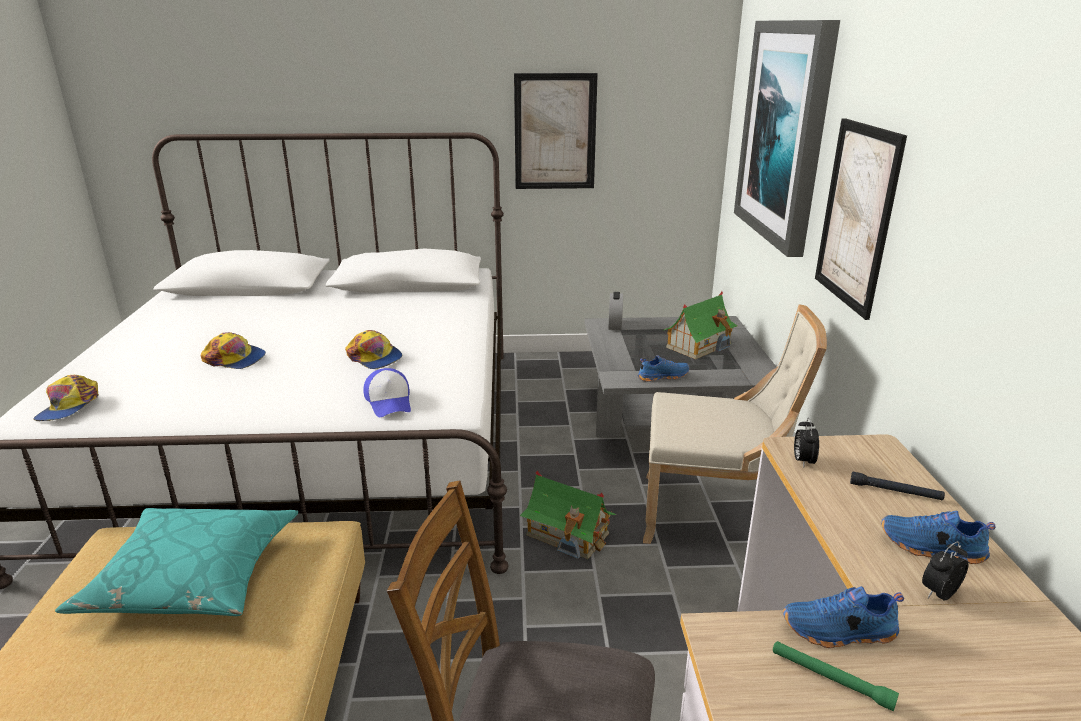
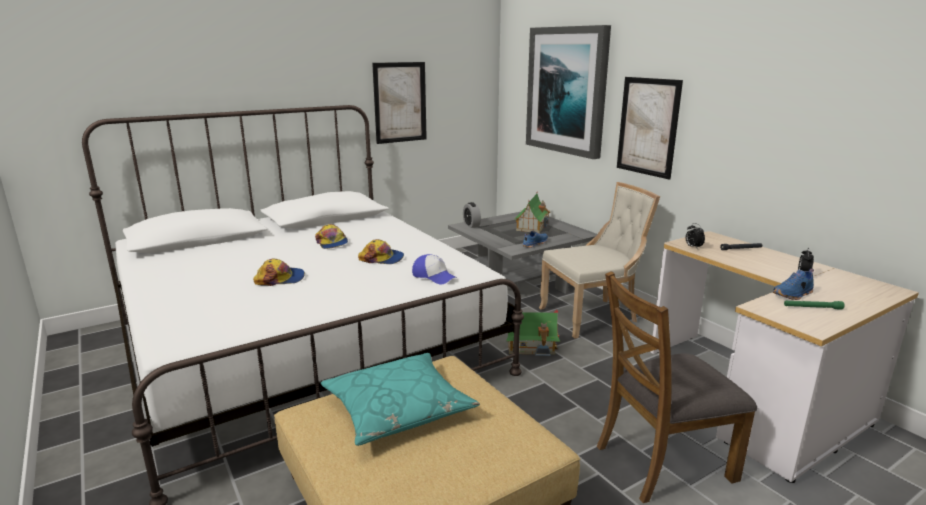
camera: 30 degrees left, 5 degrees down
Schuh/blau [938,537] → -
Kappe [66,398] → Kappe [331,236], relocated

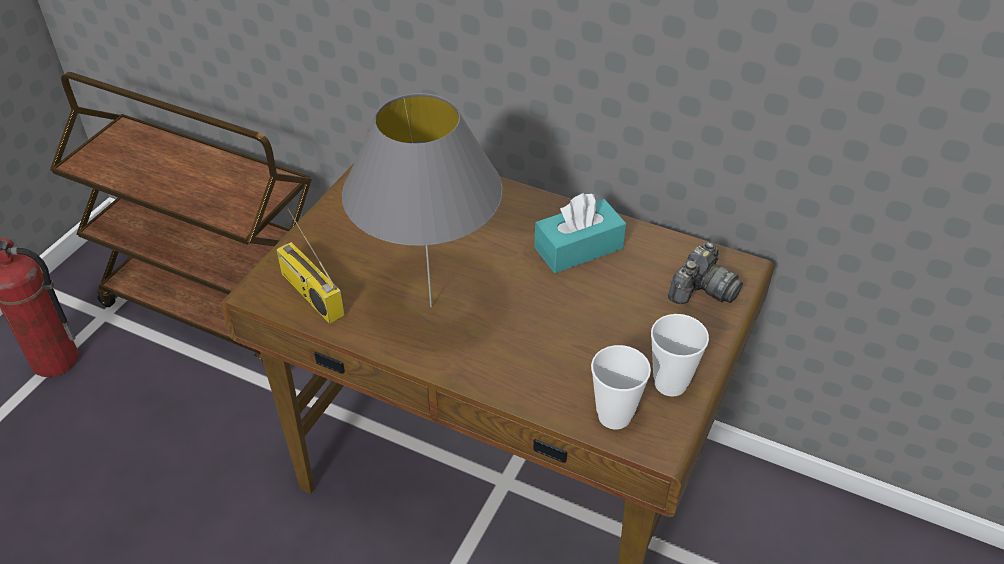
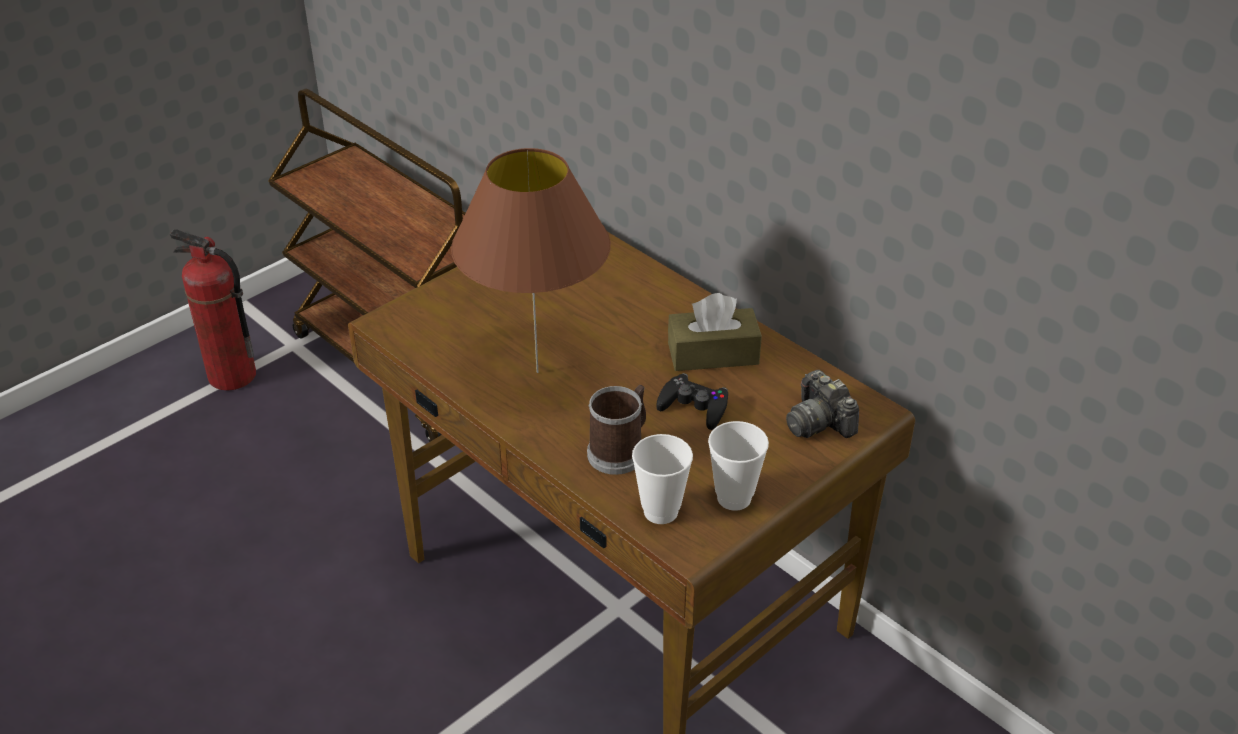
camera: 20 degrees right, 5 degrees down
Radio [310,266] → -
- → Henkelbecher [616,430]
- → Gamepad/schwarz [692,401]
Tischlampe/grau [422,200] → Tischlampe/braun [531,260]
Taschentuchbox/türkis [580,233] → Taschentuchbox/braun [715,332]
Kamera [705,273] → Kamera [822,404], 90 degrees clockwise

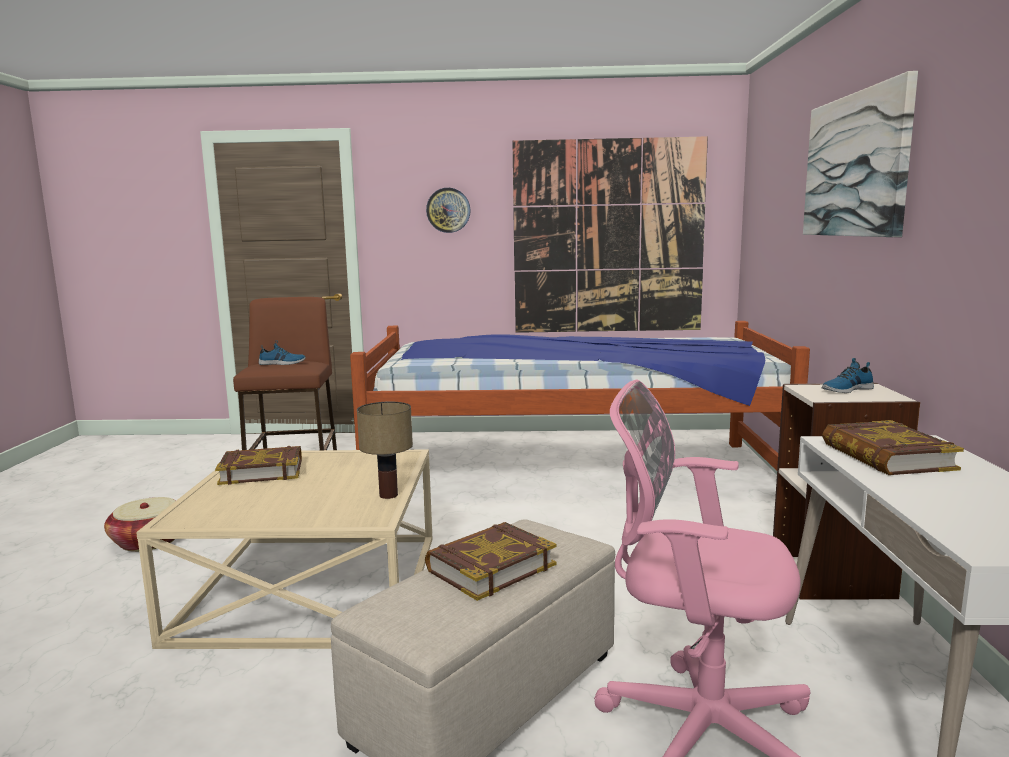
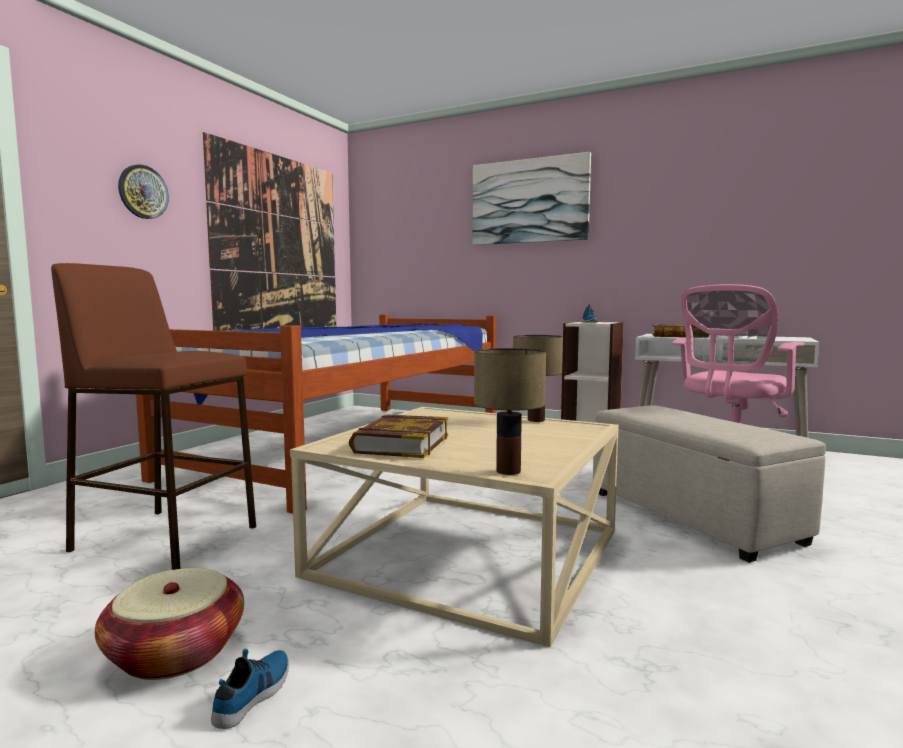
camera: 65 degrees left, 5 degrees down
Buch [490,561] → -
- → Tischlampe [510,411]
Schuh [282,352] → Schuh [250,689], relocated

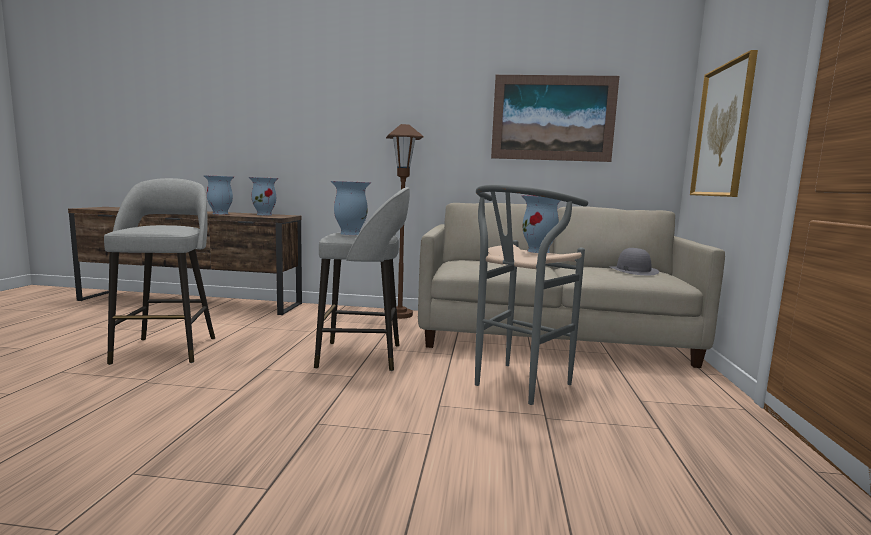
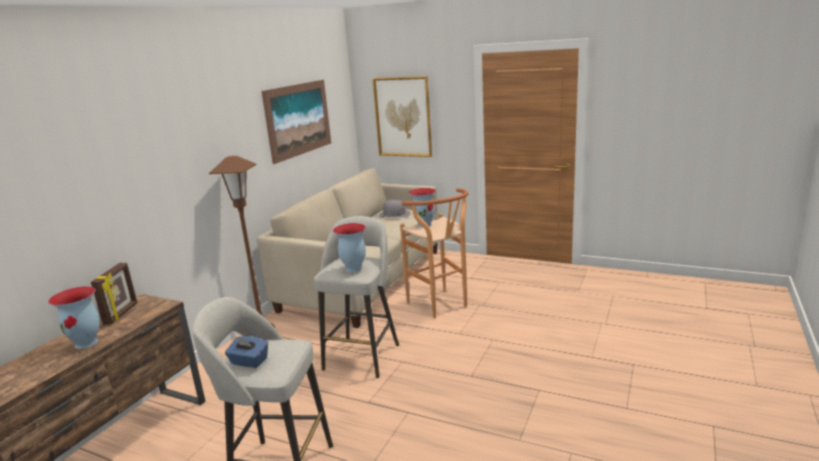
camera: 70 degrees left, 10 degrees up
- → Taschentuchbox/blau [246,352]
Vase [263,196] → Bilderrahmen [114,294]
Hocker/grau [531,295] → Hocker/braun [434,253]

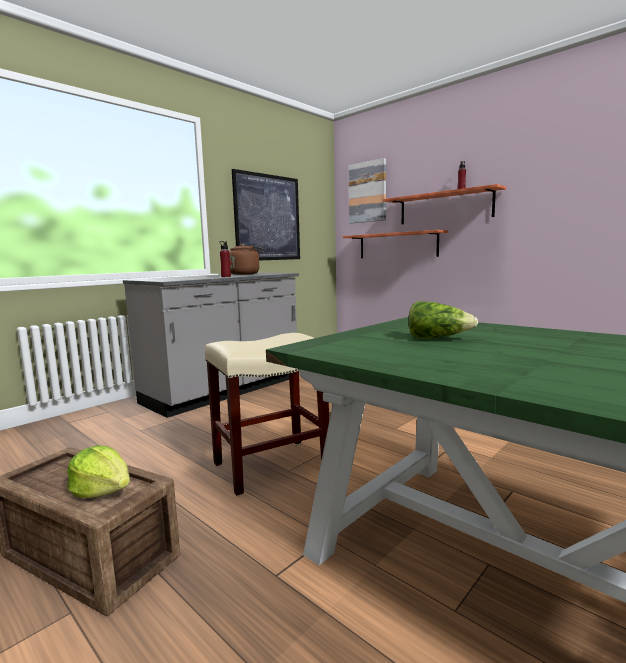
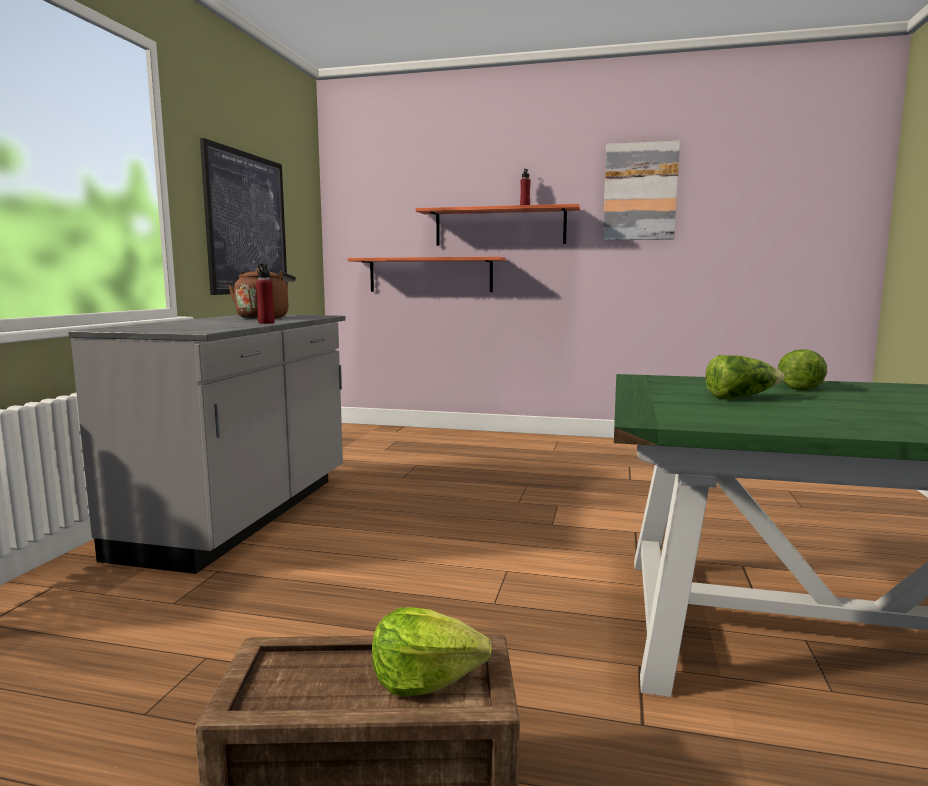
camera: 30 degrees left, 0 degrees up
Hocker/beige [267,414] → -
- → Salatkopf [802,369]
Bild [367,191] → Bild [641,190], relocated

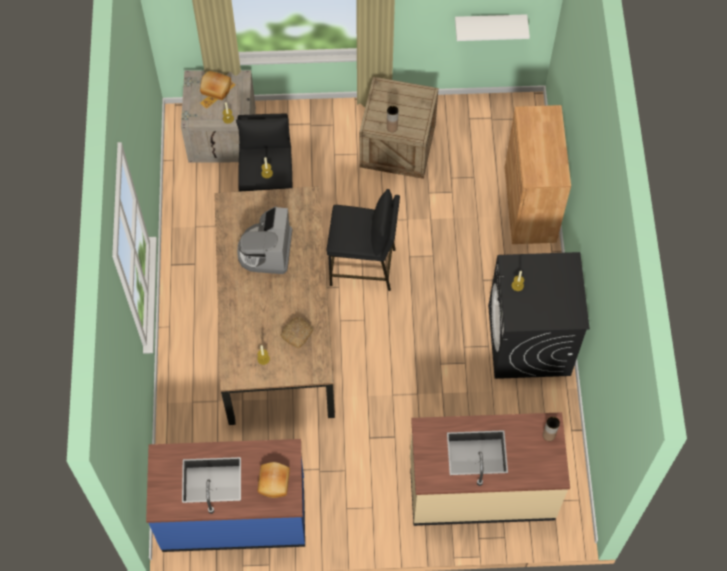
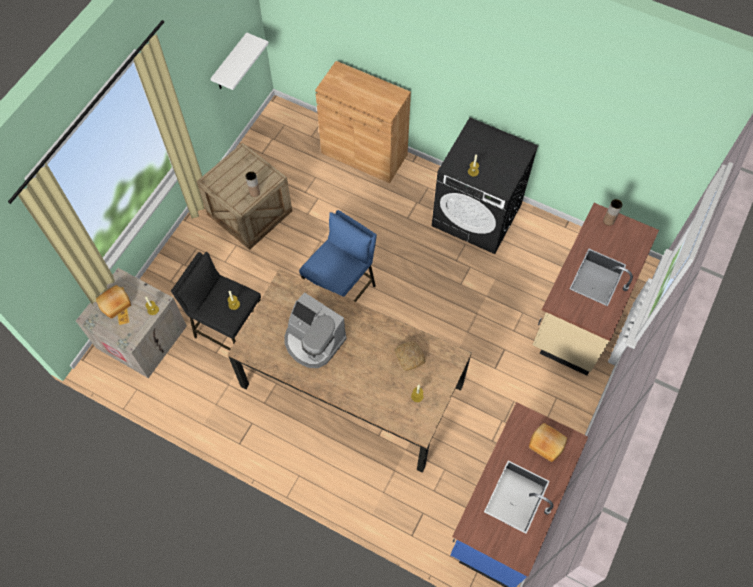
camera: 60 degrees left, 0 degrees up
Hocker/schwarz [363,240] → Hocker/blau [338,256]

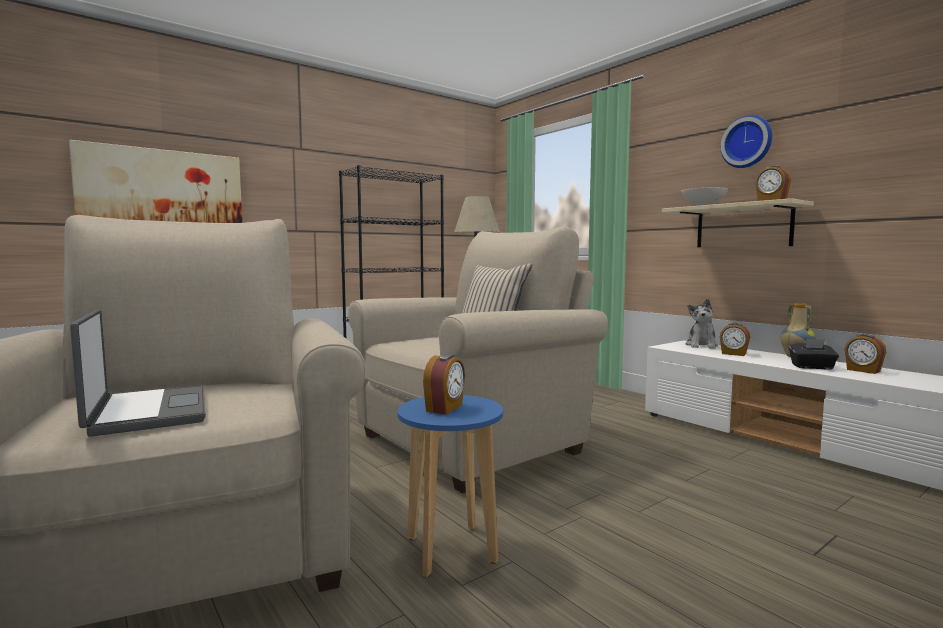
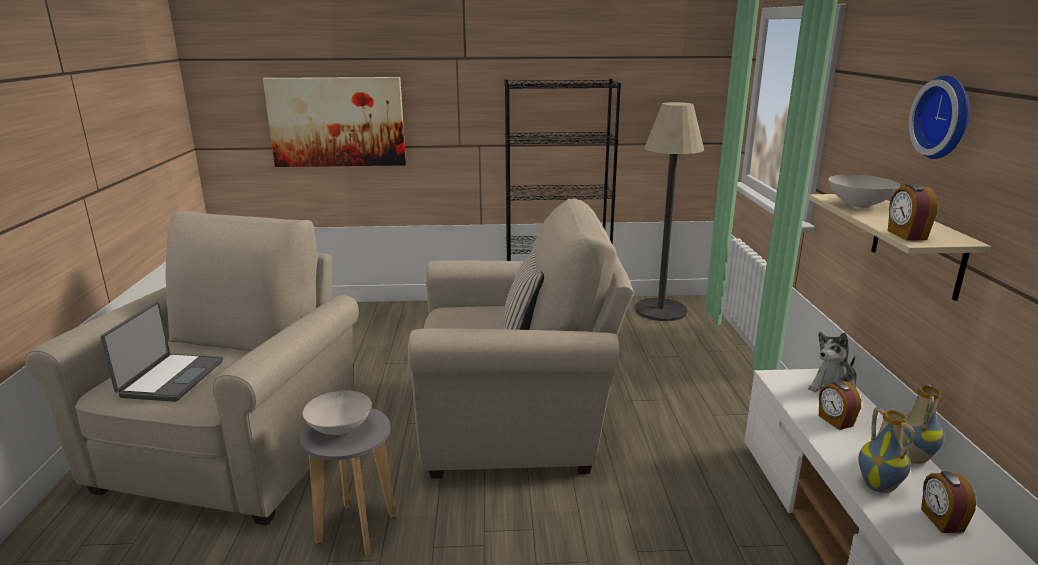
camera: 35 degrees right, 15 degrees up
Wecker [444,384] → Schüssel/weiß [337,412]
Taschentuchbox/schwarz [814,354] → Vase [886,450]
Hocker/blau [450,486] → Hocker/grau [348,482]

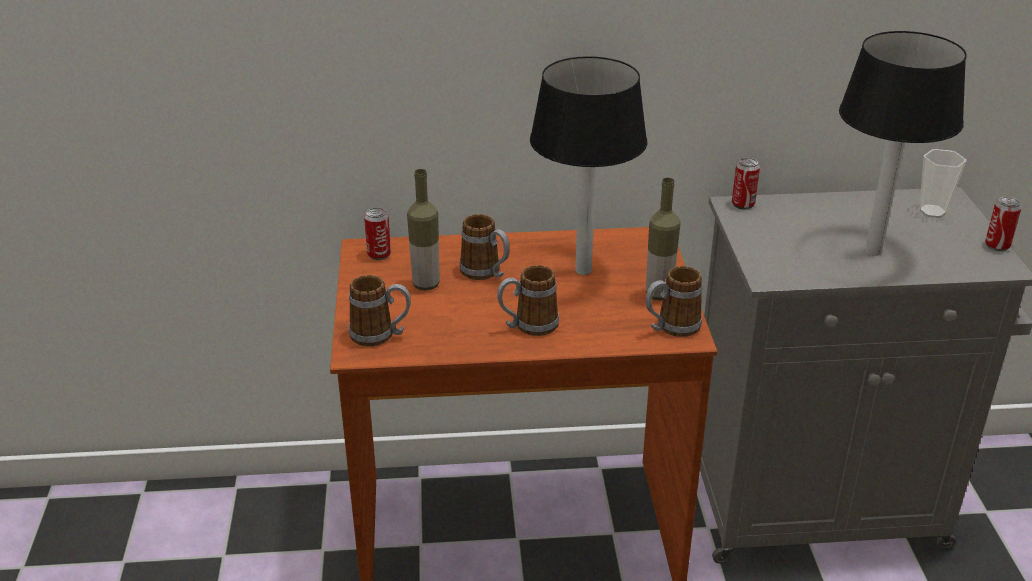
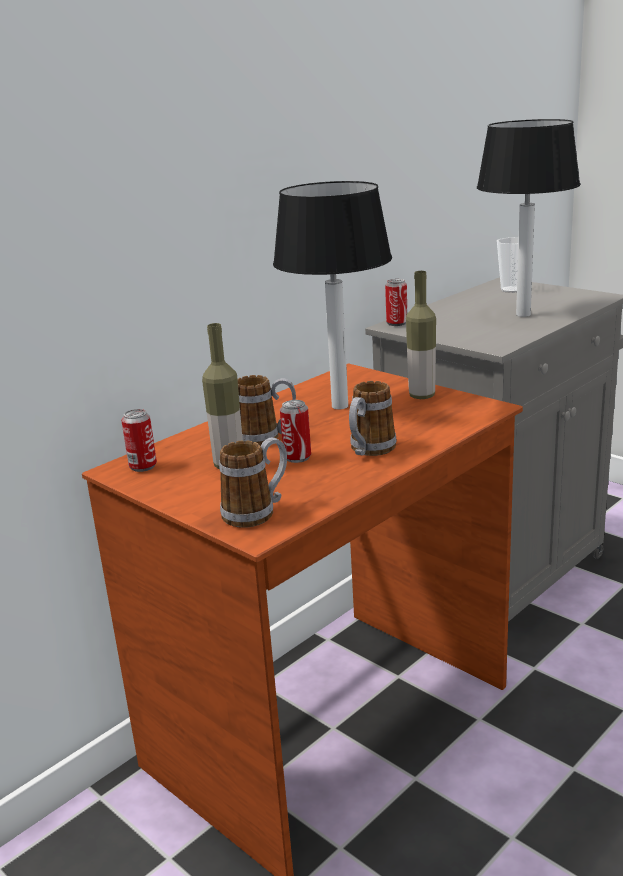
camera: 40 degrees left, 10 degrees down
Henkelbecher [674,301] → -
Dose [1003,224] → Dose [295,431], relocated

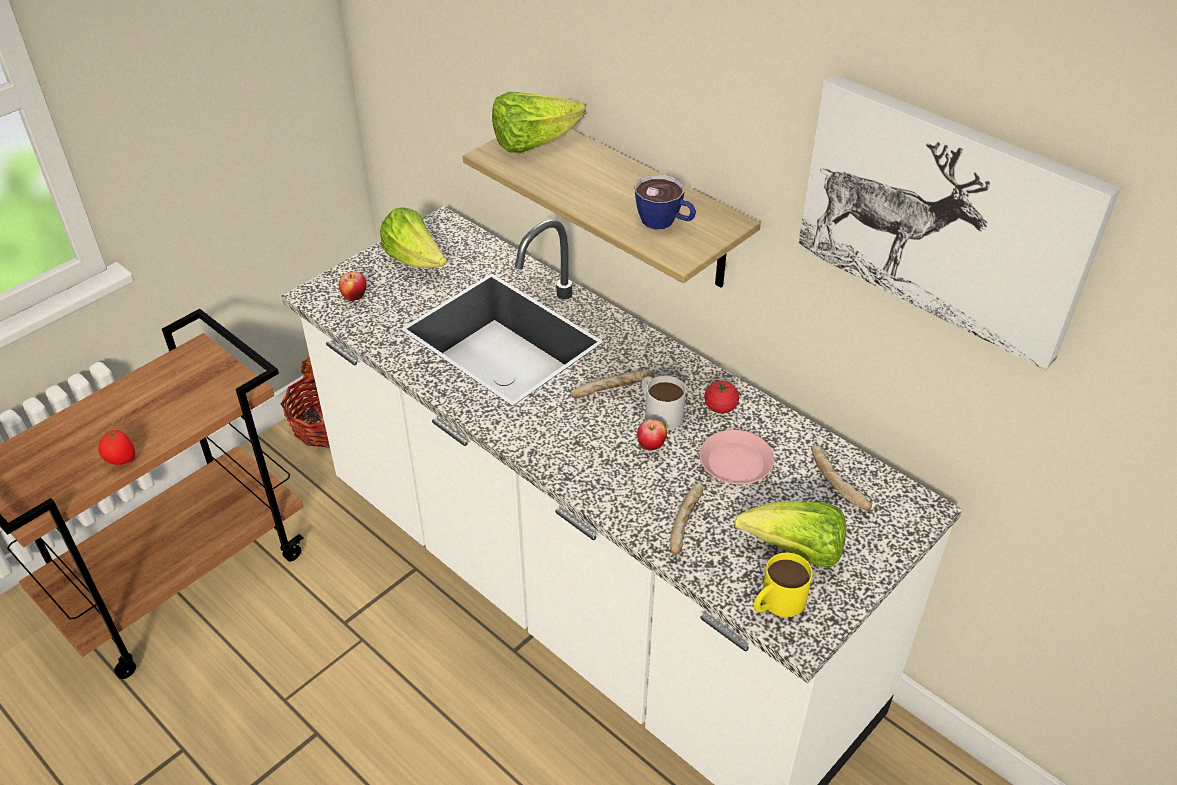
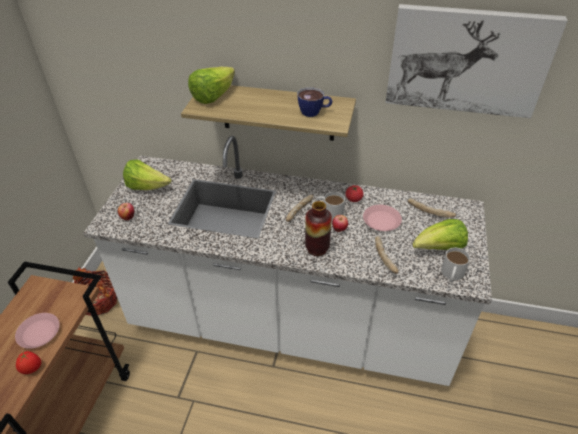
camera: 30 degrees left, 0 degrees up
- → Teller/rosa [37,331]
- → Vase [318,228]
Henkelbecher/gelb [783,585] → Henkelbecher/weiß [455,265]

